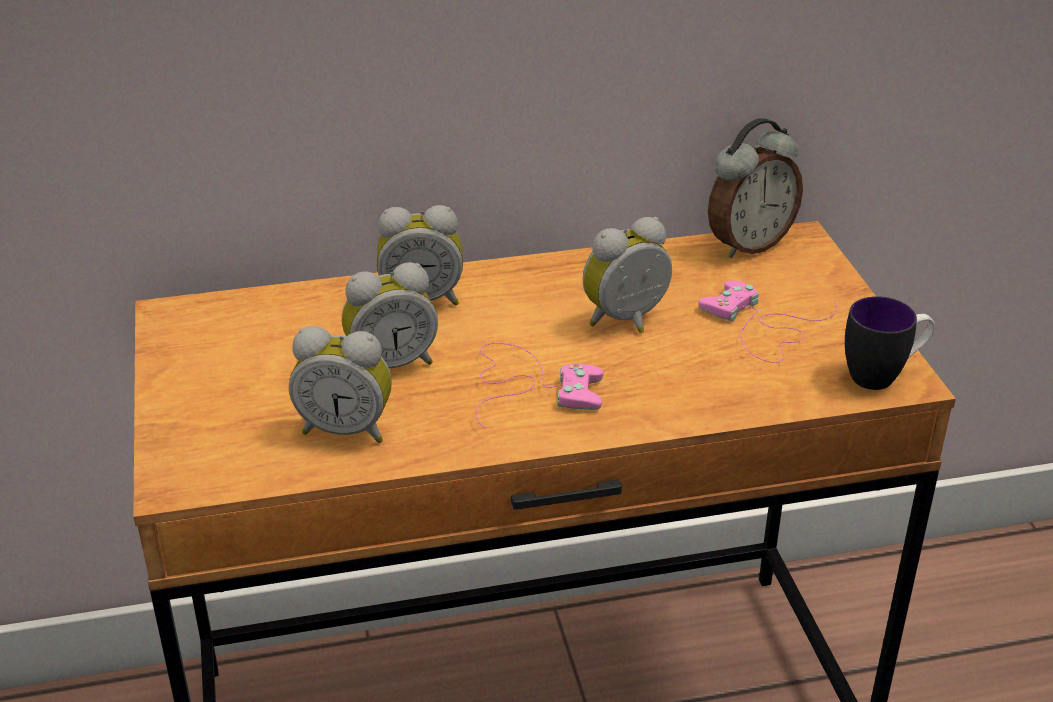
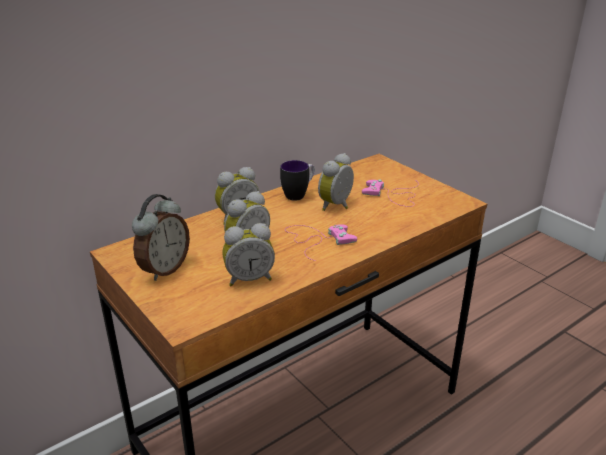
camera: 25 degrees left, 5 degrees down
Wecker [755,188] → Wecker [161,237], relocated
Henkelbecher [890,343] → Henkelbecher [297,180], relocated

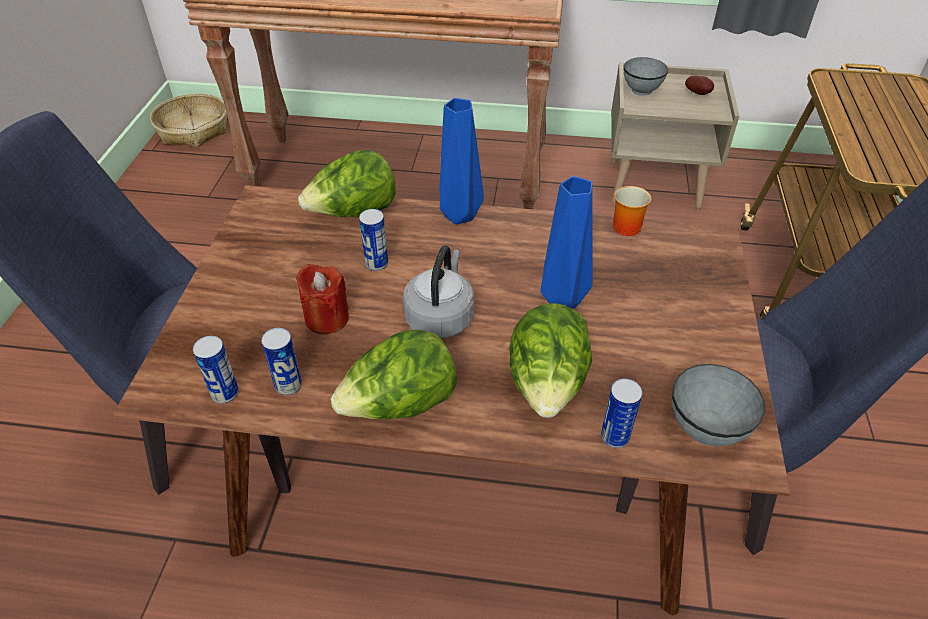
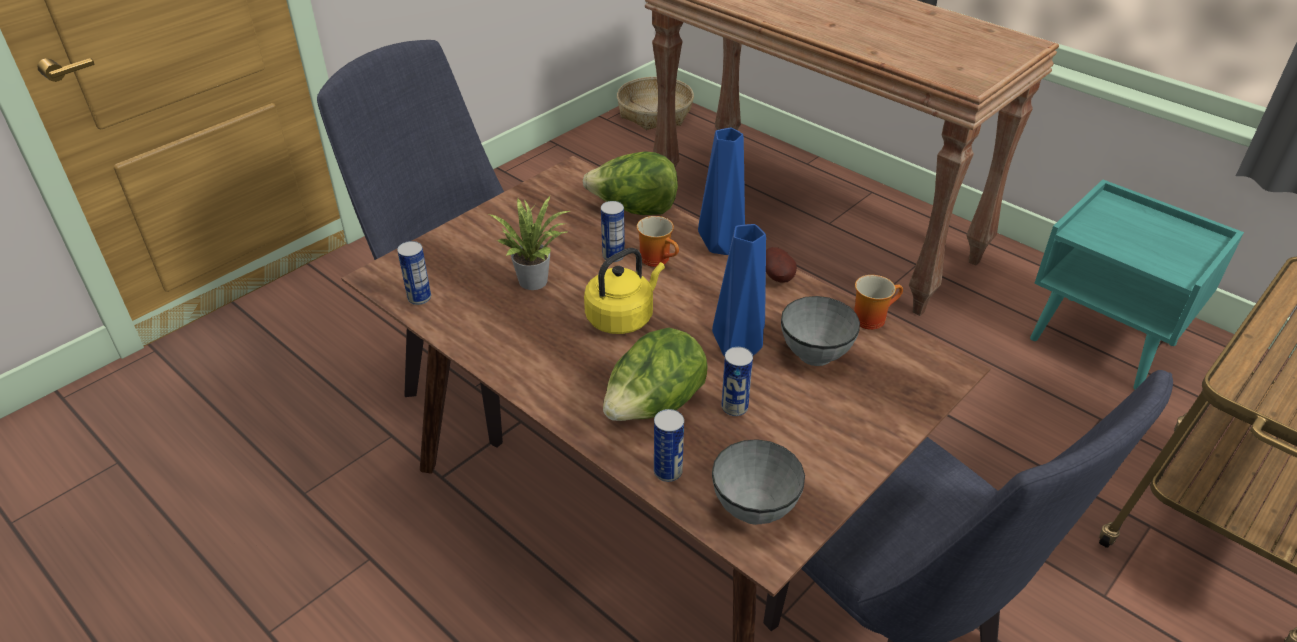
camera: 35 degrees right, 5 degrees down
Salatkopf [394,374] → -
- → Henkelbecher [658,241]
Dose [281,361] → Dose [737,381], relocated
Schüssel/grau [646,76] → Schüssel/grau [820,331], relocated
Kartoffel [699,85] → Kartoffel [781,265], relocated
Kerze/rot [322,299] → Topfpflanze [529,243]
Wasserkessel/grau [438,292] → Wasserkessel/gelb [624,291]
Nachttisch/beige [675,136] → Nachttisch/türkis [1137,284]

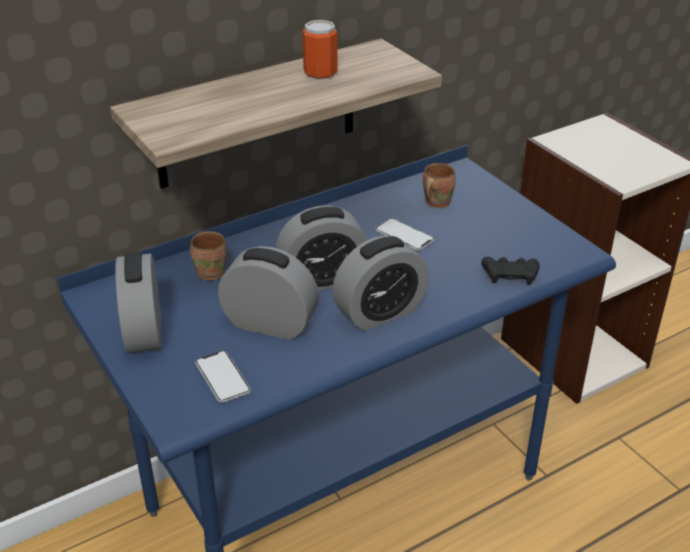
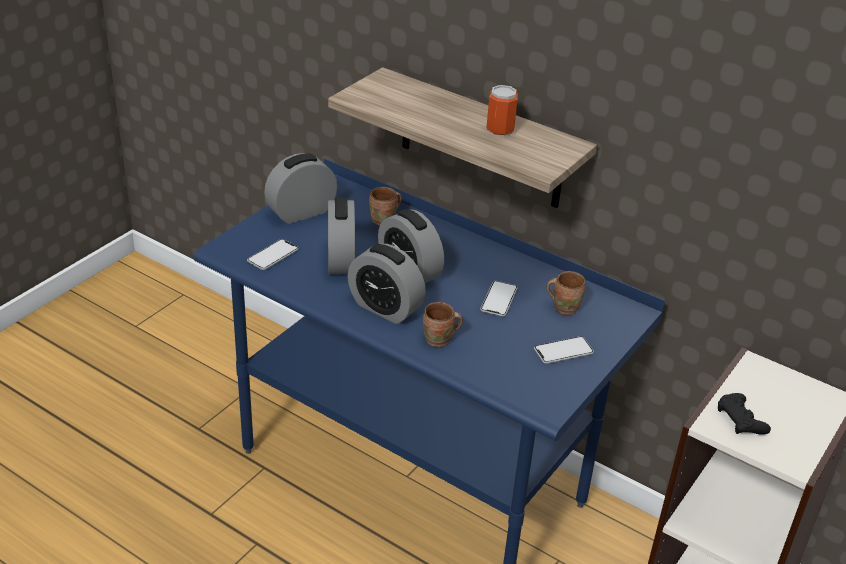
camera: 65 degrees right, 0 degrees up
- → Henkelbecher/braun [443,324]
- → Handy [564,350]
Gamepad/schwarz [510,271] → Gamepad/schwarz [744,414], relocated

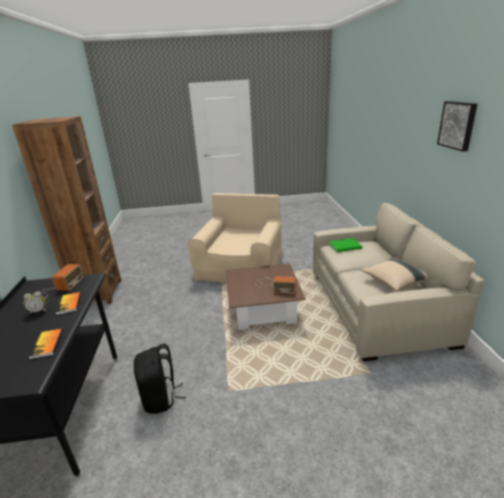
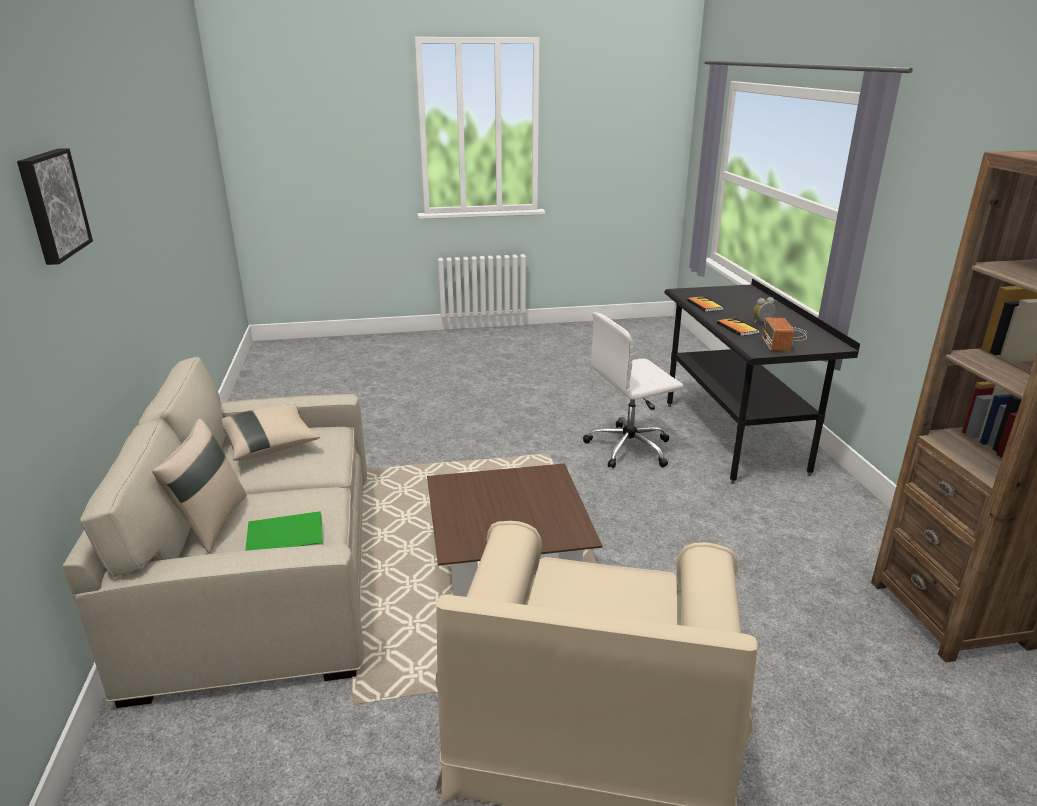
camera: 175 degrees right, 0 degrees up
Radio [276,284] → -
- → Kissen/beige [199,486]
Rucksack/schwarz [160,378] → Bürostuhl/weiß [633,390]

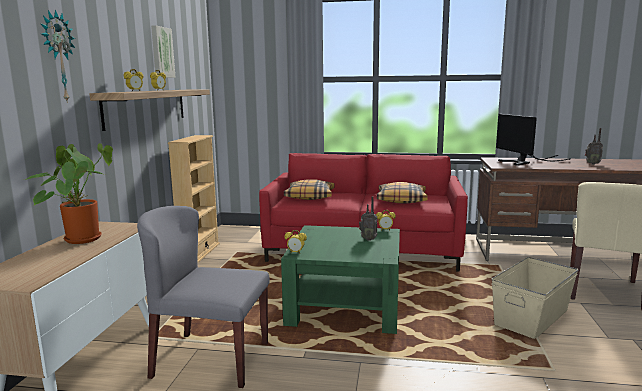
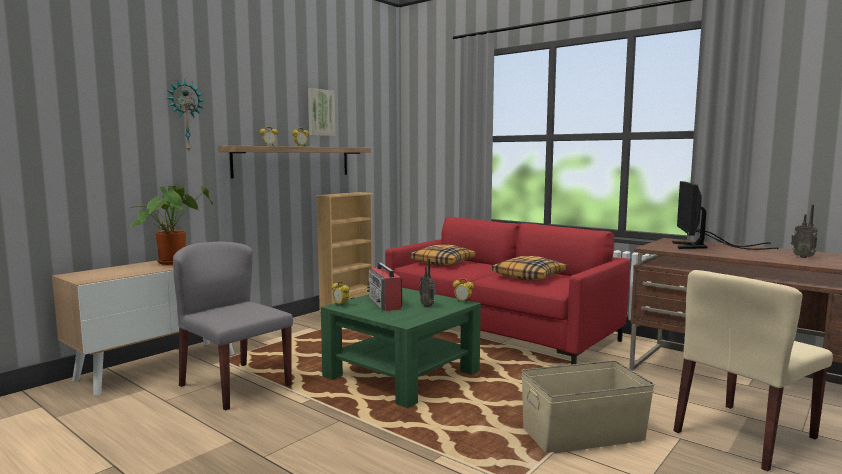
camera: 30 degrees right, 5 degrees down
- → Radio [384,286]

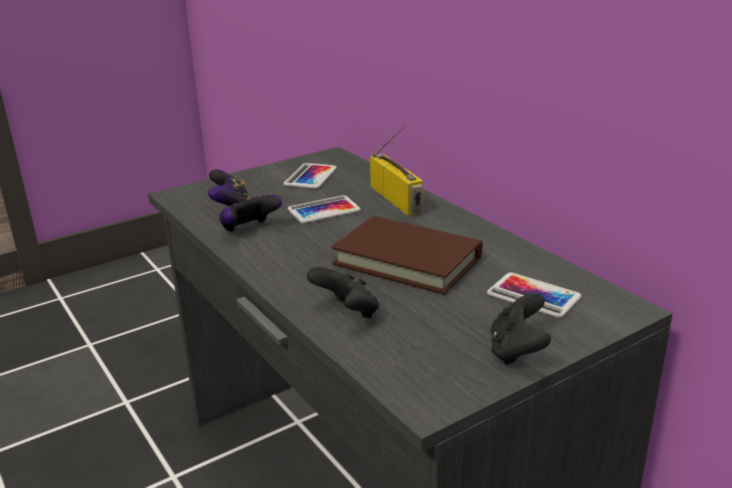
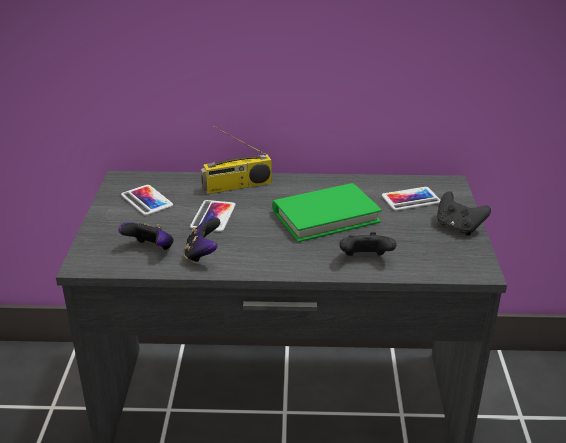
camera: 55 degrees left, 5 degrees up
Buch/braun [407,255] → Buch/grün [327,212]
Radio [396,171] → Radio [236,159], 150 degrees clockwise

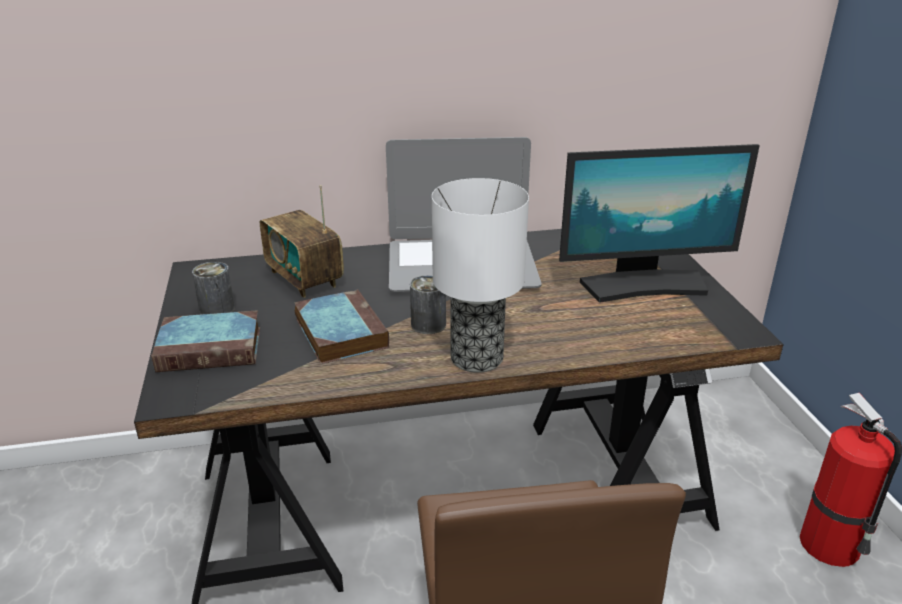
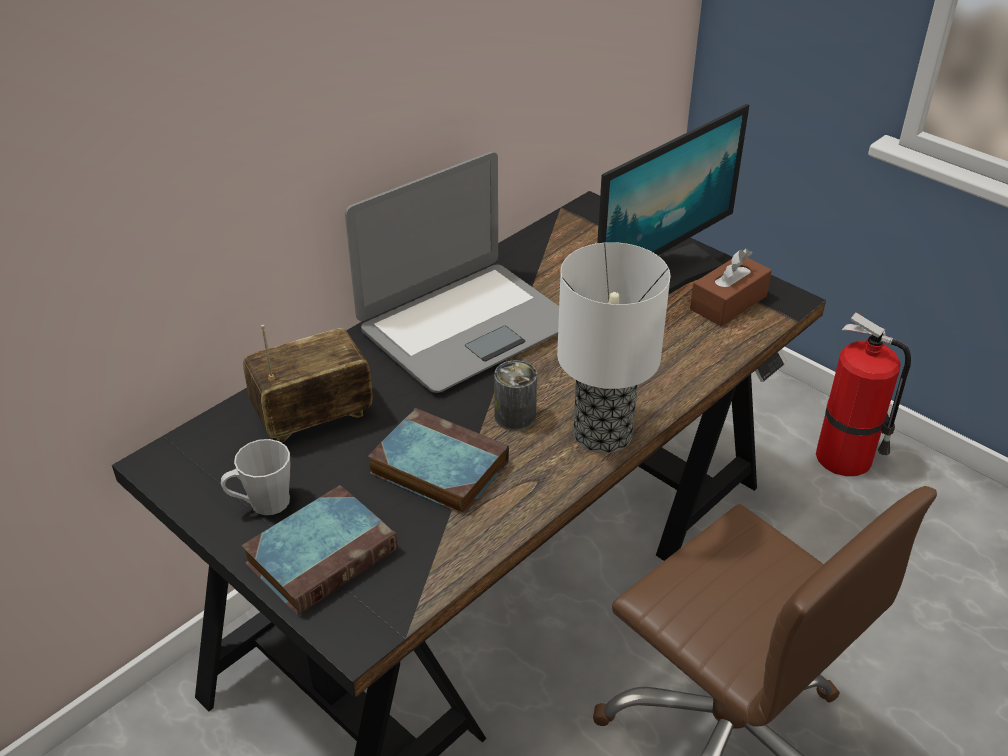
camera: 35 degrees left, 10 degrees up
- → Taschentuchbox/braun [731,287]
Dose [213,288] → Henkelbecher/grau [256,477]
Radio [302,241] → Radio [308,384], 135 degrees clockwise

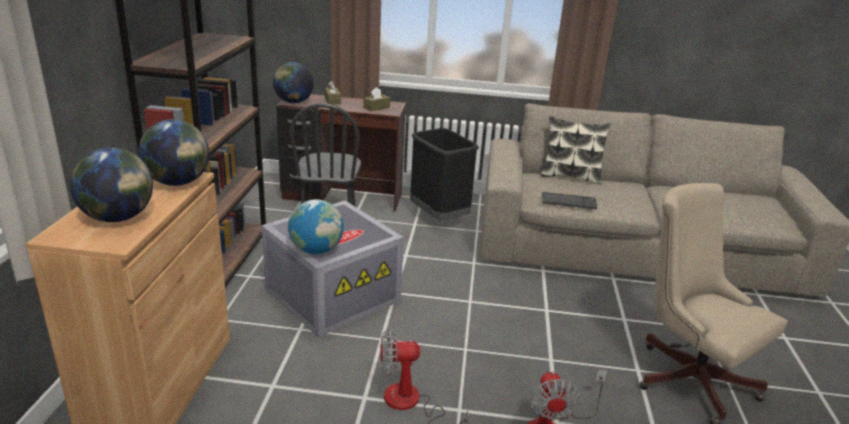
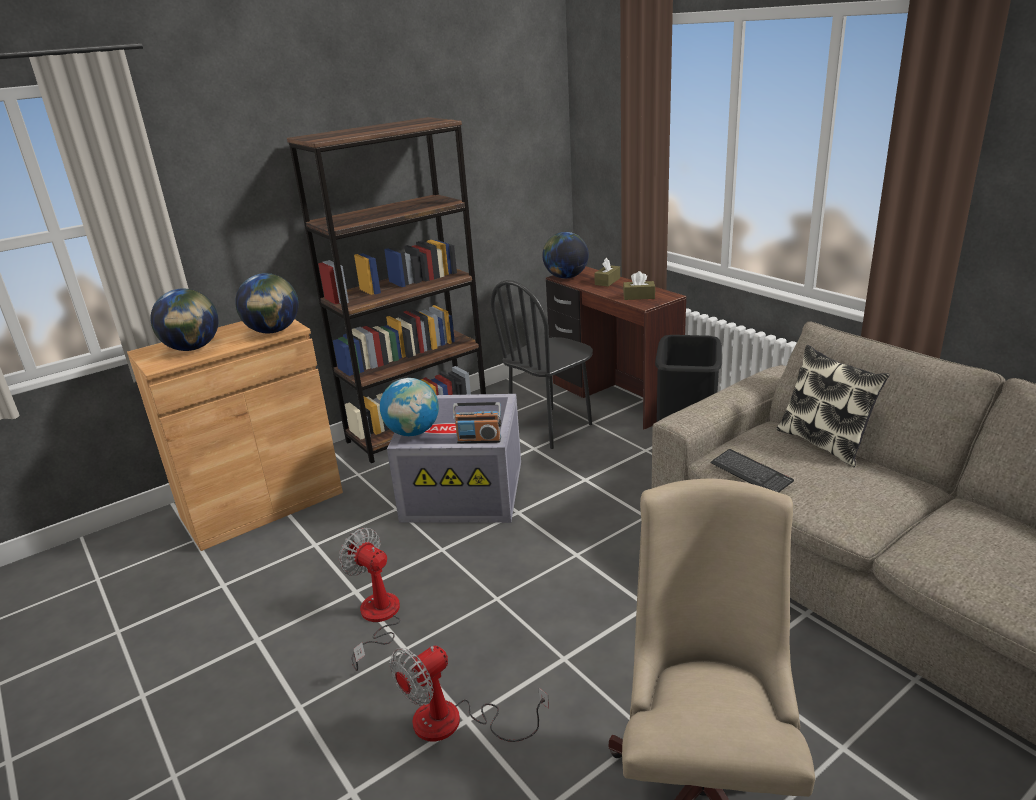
camera: 50 degrees right, 0 degrees up
- → Radio [477,422]

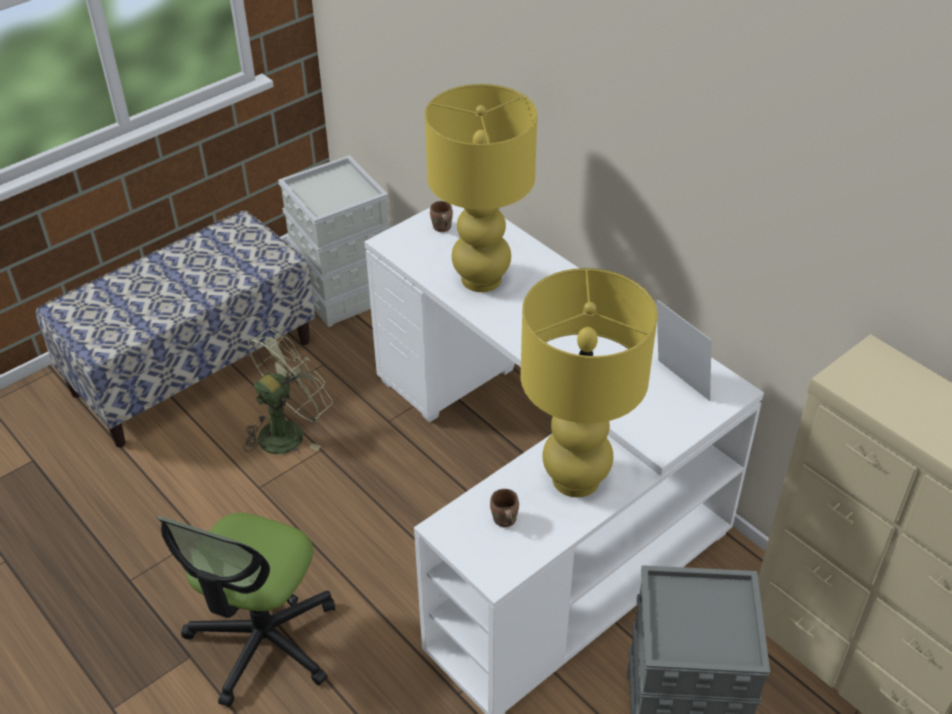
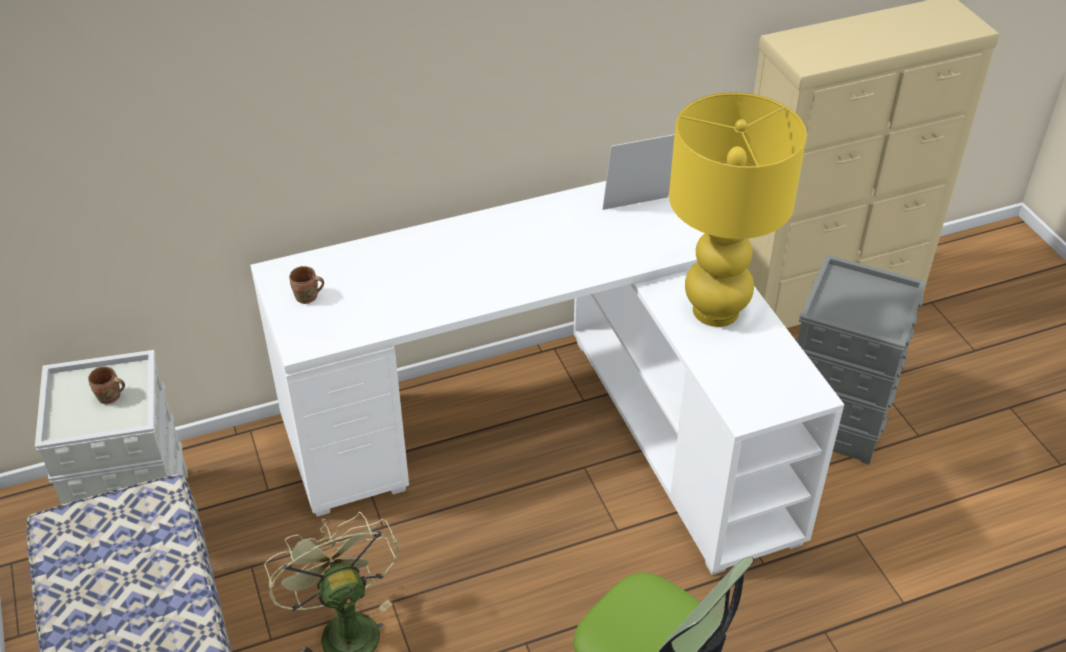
camera: 70 degrees left, 0 degrees up
Tischlampe/gelb [481,188] → -
Henkelbecher/braun [504,508] → Henkelbecher/braun [106,385], relocated

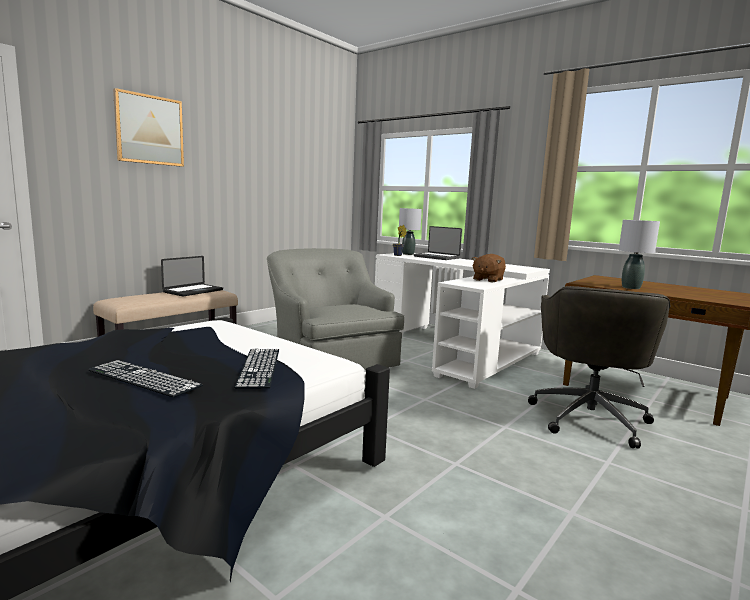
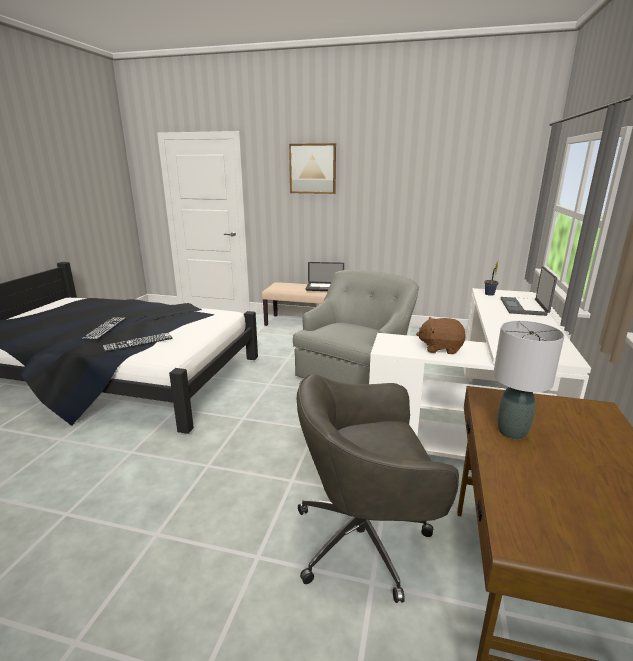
camera: 65 degrees right, 10 degrees up
Tischlampe/grau [410,231] → -

